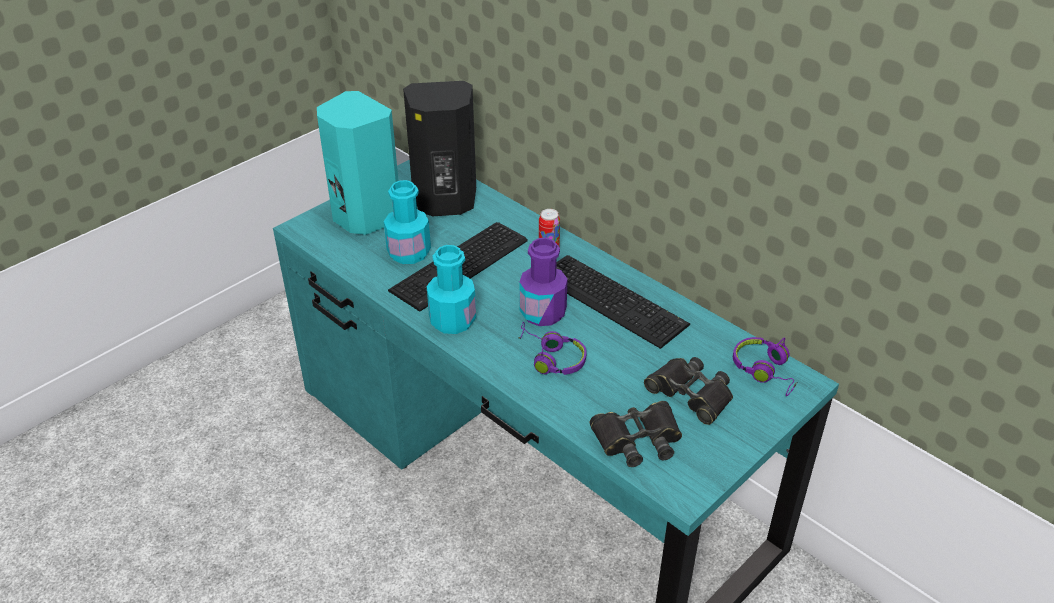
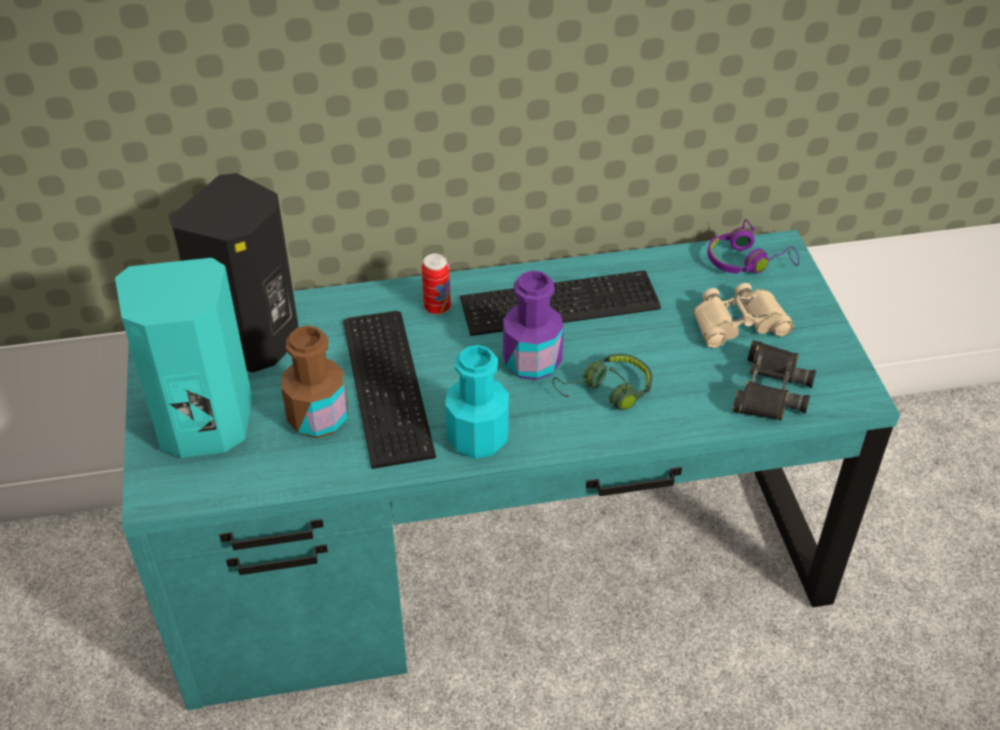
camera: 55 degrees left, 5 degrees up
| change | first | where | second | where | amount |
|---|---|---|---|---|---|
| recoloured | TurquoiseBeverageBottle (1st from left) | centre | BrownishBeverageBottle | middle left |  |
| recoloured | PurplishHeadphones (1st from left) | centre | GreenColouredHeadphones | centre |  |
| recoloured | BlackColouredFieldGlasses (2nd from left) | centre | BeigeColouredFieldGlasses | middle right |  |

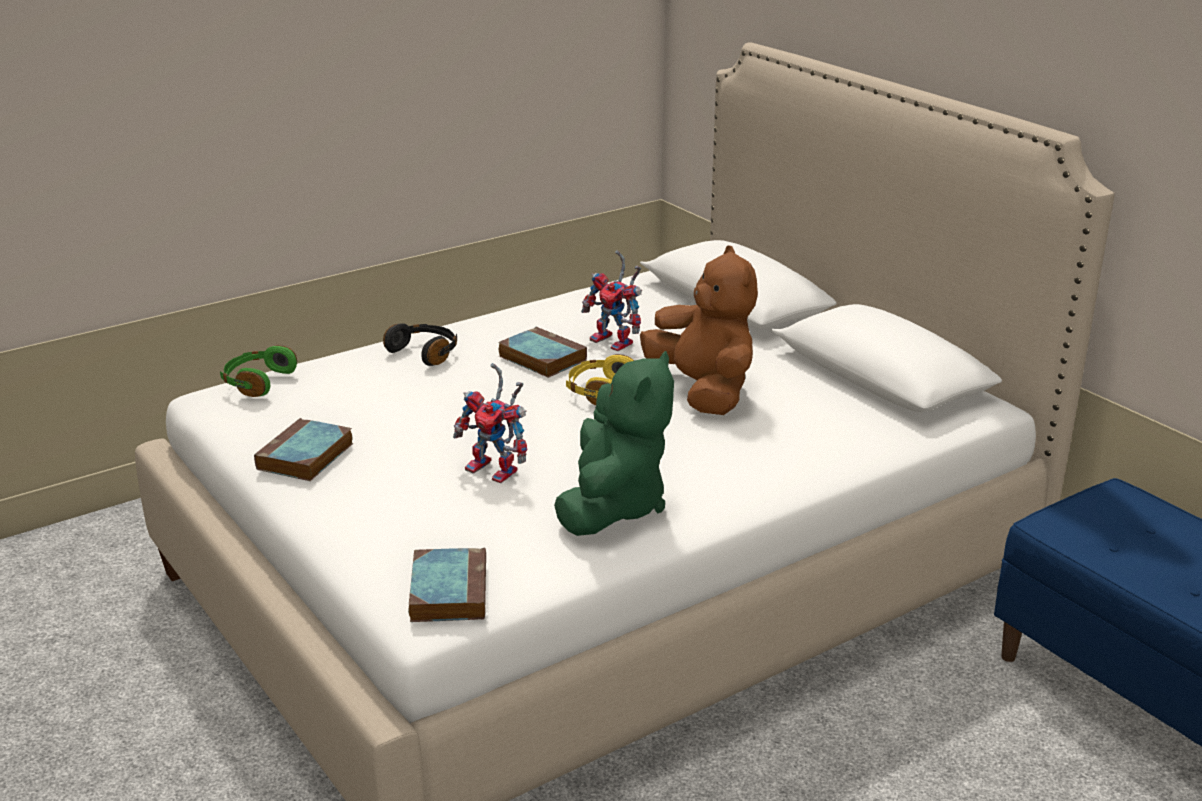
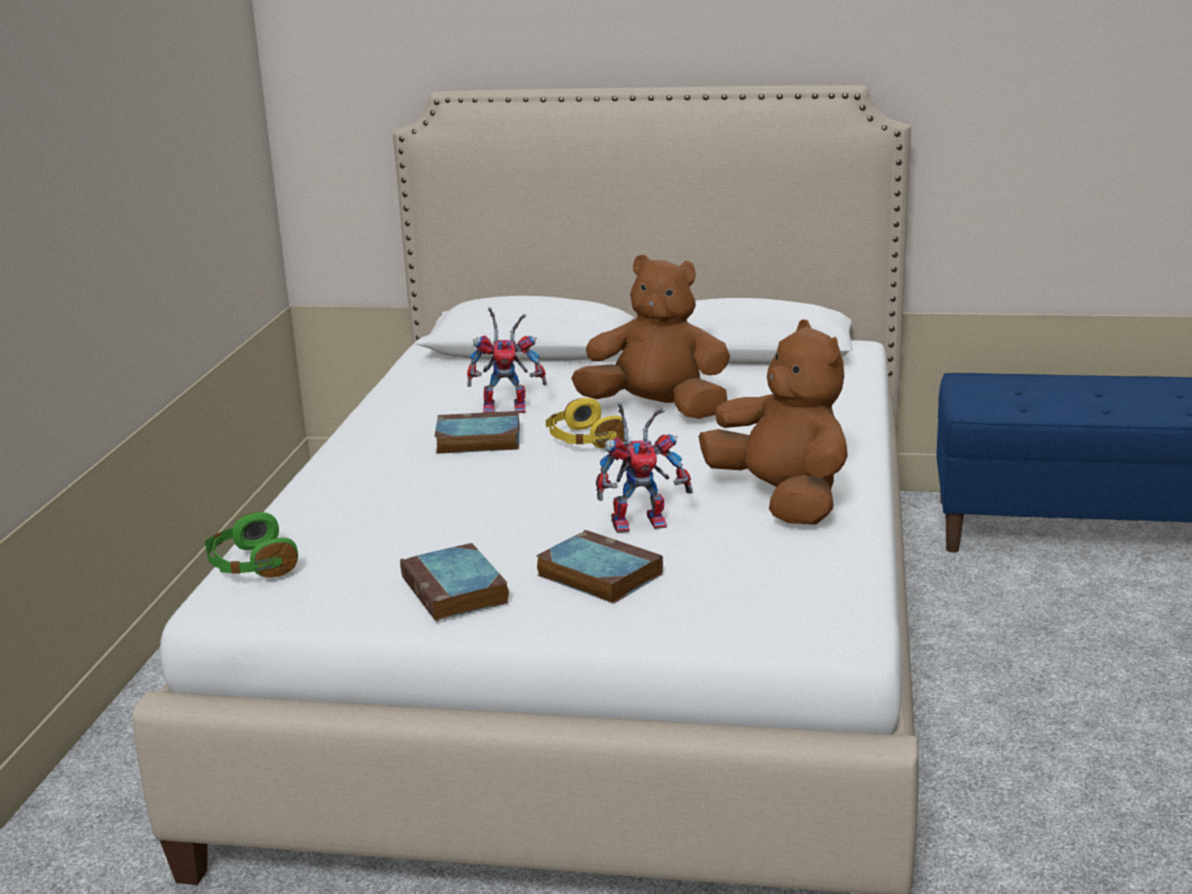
camera: 45 degrees left, 5 degrees down
| change | first | where | second | where | amount |
|---|---|---|---|---|---|
| removed | BlackColouredHeadphones | centre |  |  |  |
| moved | BoundBook (2nd from left in the first image) | bottom centre | BoundBook (3rd from left) | centre |  |
| recoloured | GreenColouredCuddlyToy | centre | BrownishCuddlyToy (2nd from left) | centre |  |

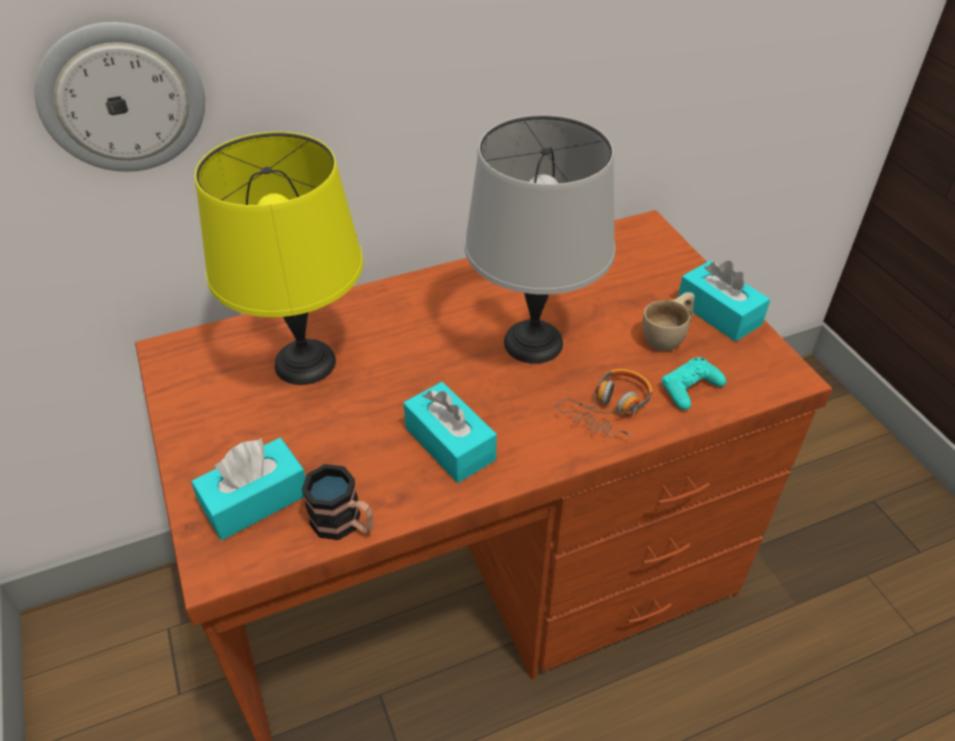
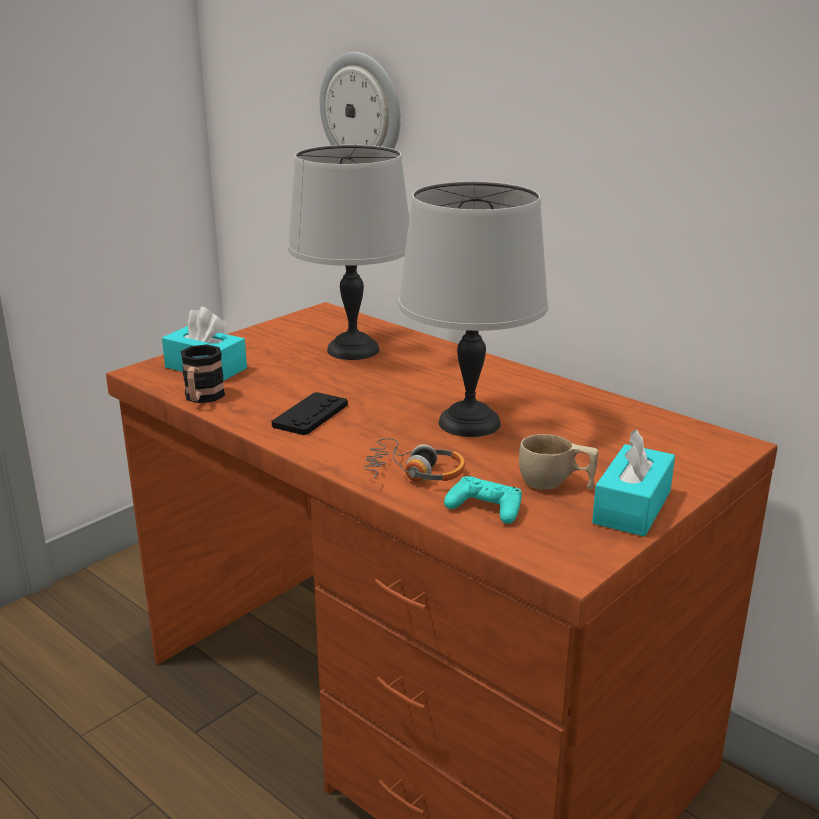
camera: 65 degrees right, 20 degrees down
| change | first | where | second | where | amount |
|---|---|---|---|---|---|
| recoloured | YellowishLampForATable | middle left | GreyishLampForATable (1st from left) | top centre |  |
| replaced | TurquoiseTissueBox (2nd from left) | centre | BlackColouredGamepad | centre |  |

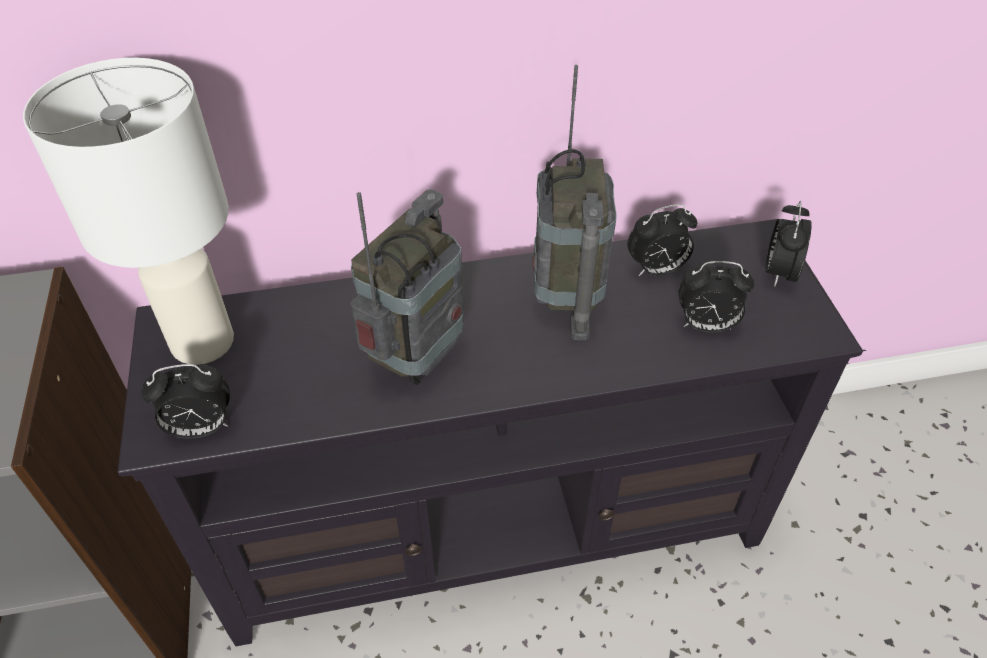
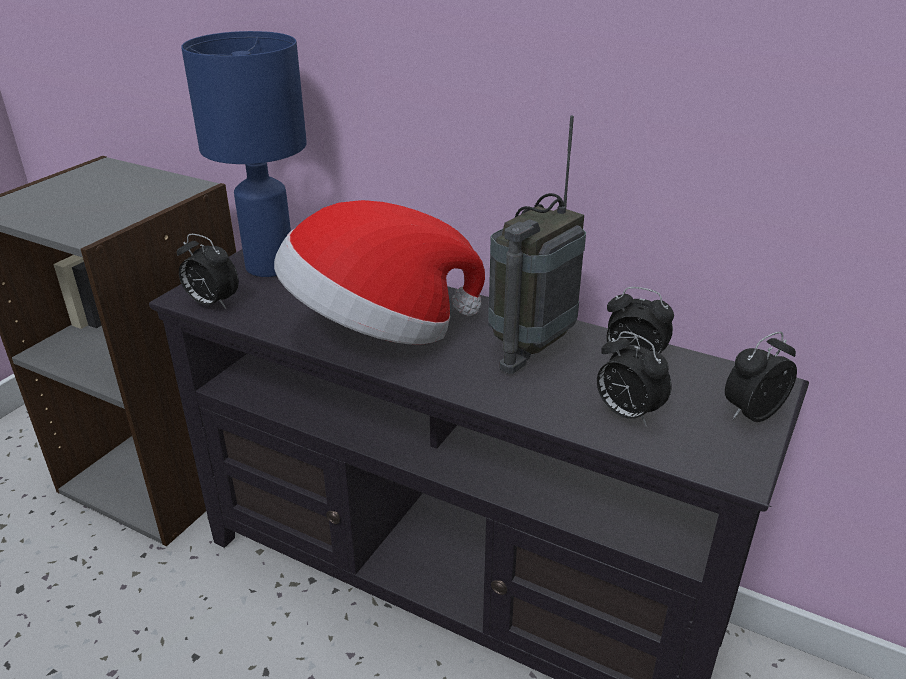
camera: 40 degrees right, 15 degrees down
| change | first | where | second | where | amount |
|---|---|---|---|---|---|
| recoloured | WhiteColouredLampForATable | top left | BluishLampForATable | top left |  |
| replaced | RadioSet (1st from left) | centre | WearableHat | centre |  |

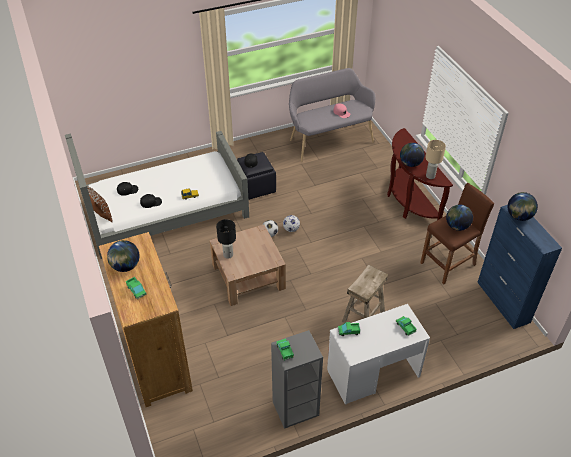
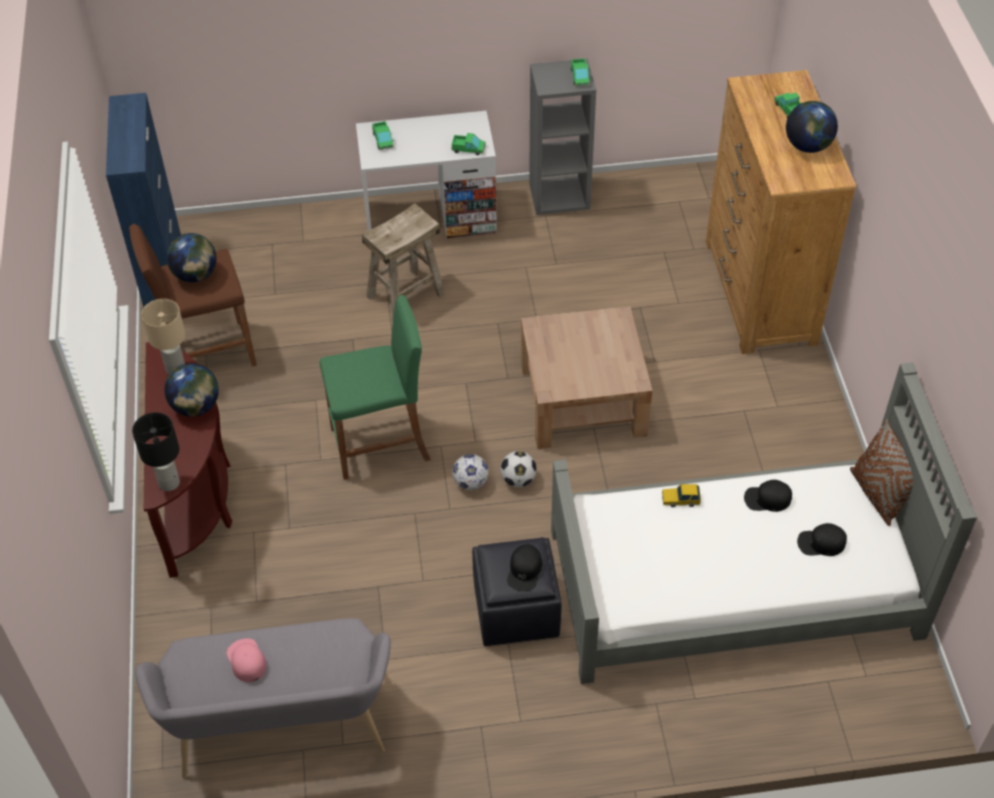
camera: 165 degrees left, 5 degrees up
| change | first | where | second | where | amount |
|---|---|---|---|---|---|
| moved | BlackColouredLampForATable | centre |  | middle left |  |
| removed | DeskGlobe (4th from left) | middle right |  |  |  |
| added |  |  | GreenColouredStoolSeat | centre |  |

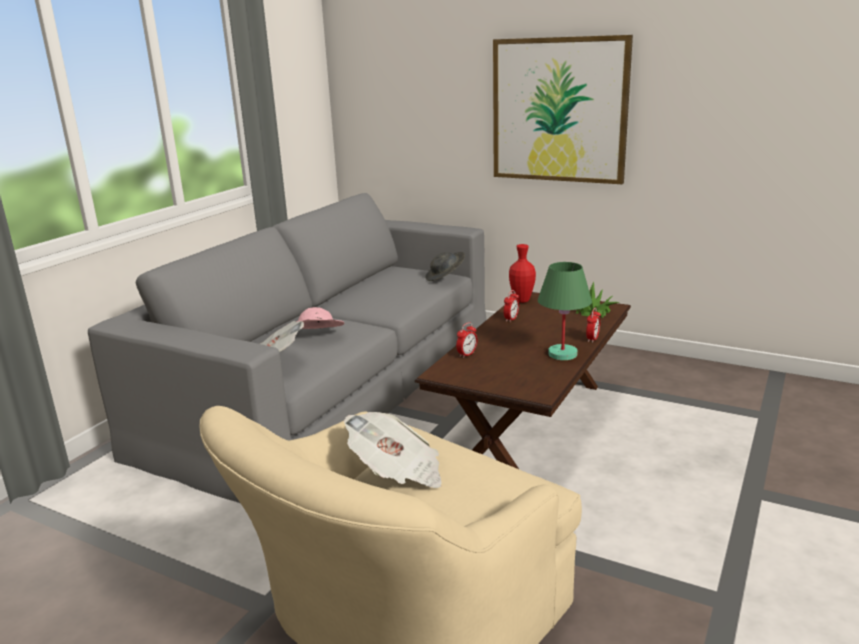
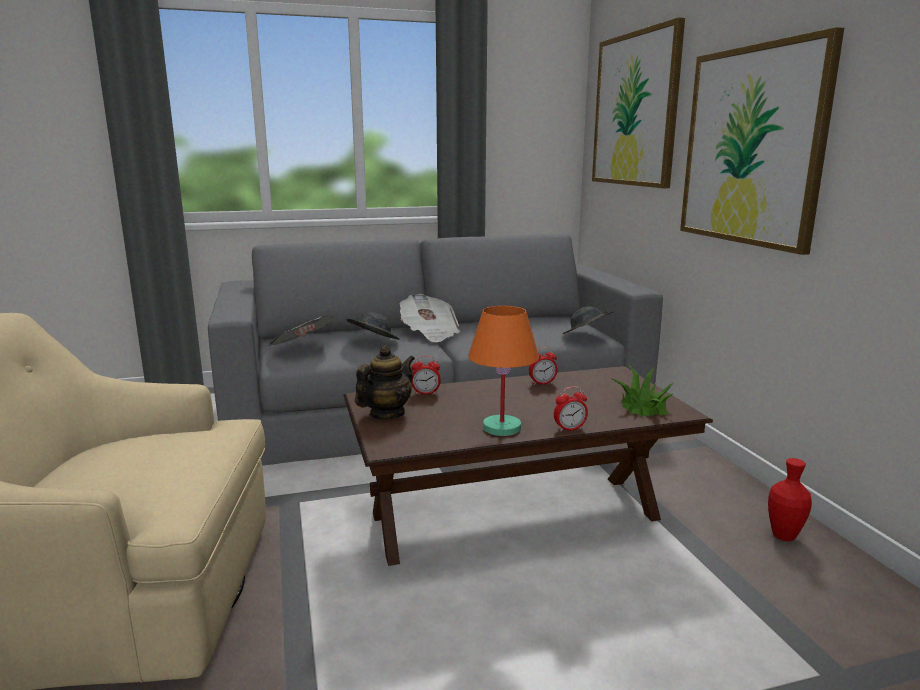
camera: 45 degrees right, 5 degrees down
| change | first | where | second | where | amount |
|---|---|---|---|---|---|
| recoloured | PinkColouredWearableHat | centre | GreyishWearableHat (1st from left) | centre |  |
| moved | Newspaper (2nd from left) | bottom centre |  | centre |  |
| moved | ReddishVase | centre |  | bottom right |  |
| recoloured | GreenColouredLampForATable | centre | OrangeColouredLampForATable | centre |  |
| added |  |  | Teapot | centre |  |
| added |  |  | WallArt (1st from left) | top right |  |

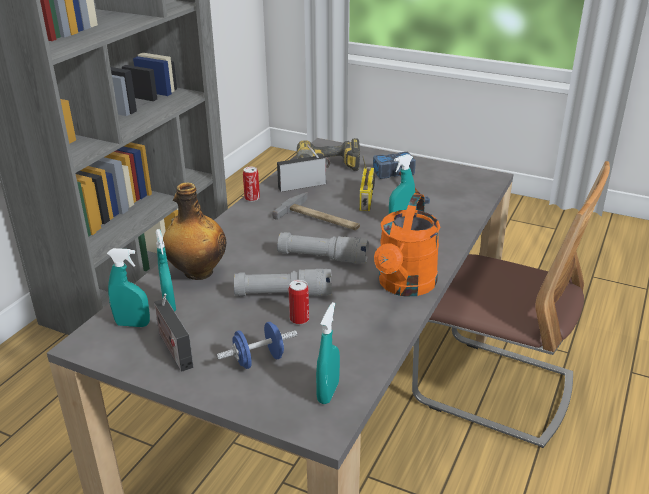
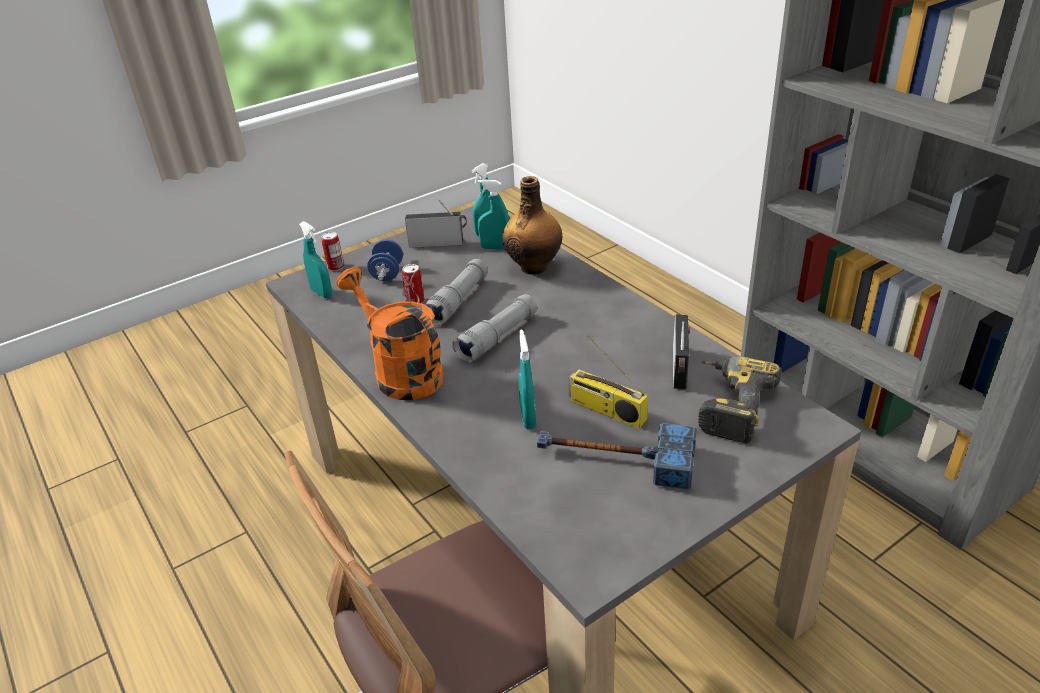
camera: 120 degrees right, 5 degrees up
| change | first | where | second | where | amount |
|---|---|---|---|---|---|
| moved | MetalCan (1st from left) | centre |  | middle left |  |
| removed | Hammer (1st from left) | centre |  |  |  |

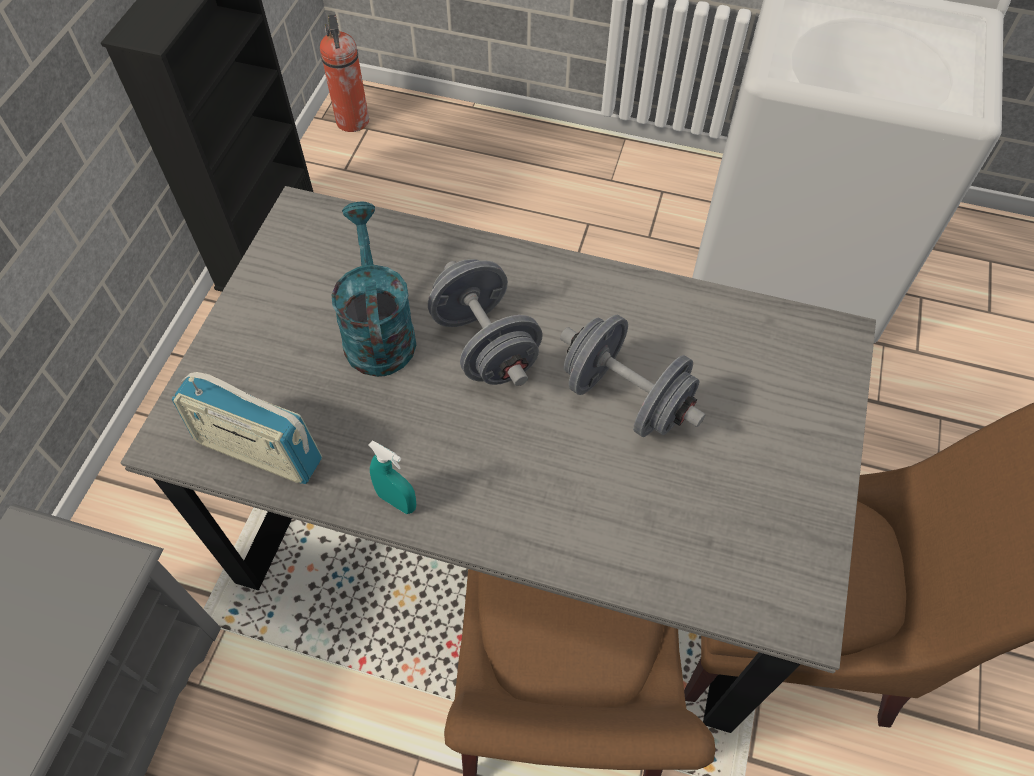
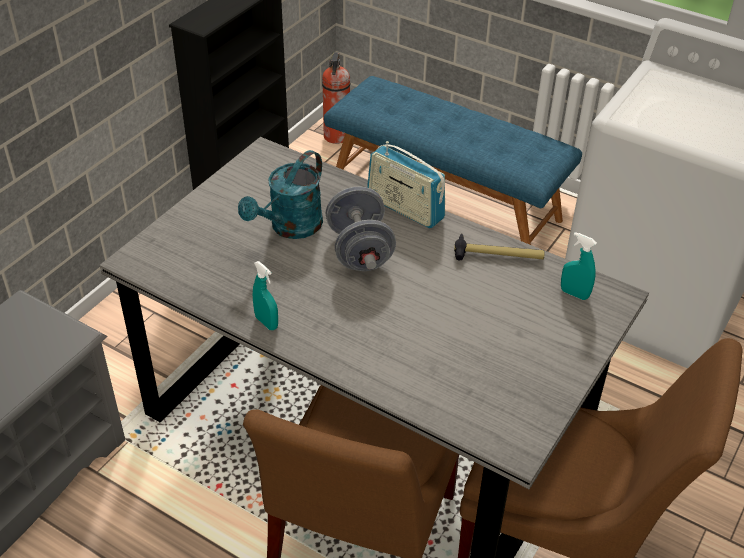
camera: 15 degrees right, 15 degrees down
| change | first | where | second | where | amount |
|---|---|---|---|---|---|
| moved | RadioSet | middle left |  | top centre |  |
| turned | TurquoiseWateringPot | centre |  | centre | 150 degrees counterclockwise |
| removed | GreyishHandWeight (2nd from left) | centre |  |  |  |
| added |  |  | BluishIndoorBench | top centre |  |
| added |  |  | Hammer | middle right |  |
| added |  |  | TurquoiseSprayBottle (2nd from left) | middle right |  |

